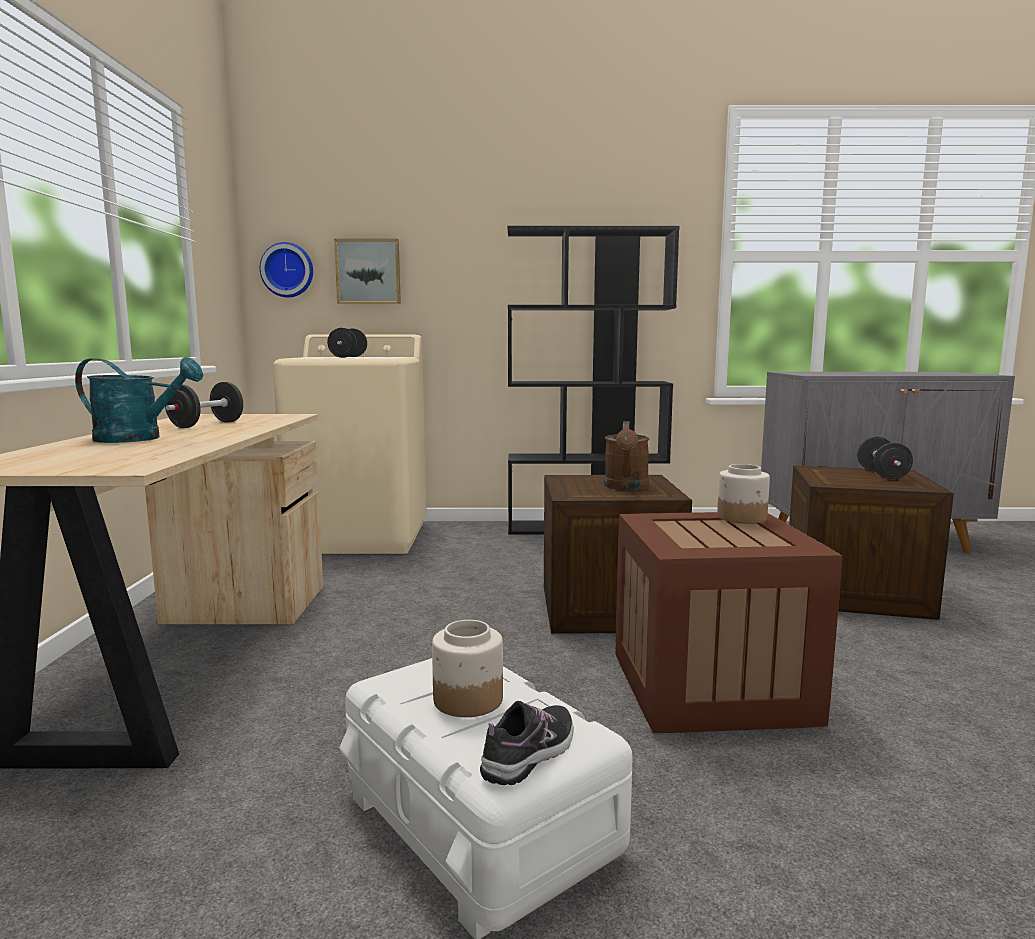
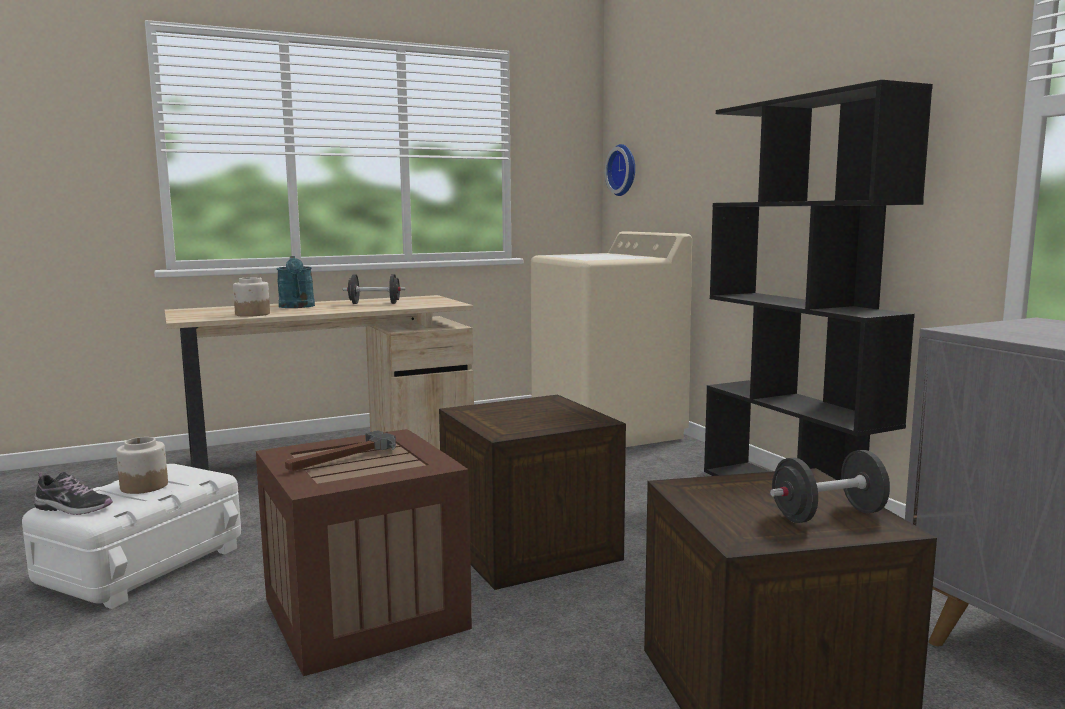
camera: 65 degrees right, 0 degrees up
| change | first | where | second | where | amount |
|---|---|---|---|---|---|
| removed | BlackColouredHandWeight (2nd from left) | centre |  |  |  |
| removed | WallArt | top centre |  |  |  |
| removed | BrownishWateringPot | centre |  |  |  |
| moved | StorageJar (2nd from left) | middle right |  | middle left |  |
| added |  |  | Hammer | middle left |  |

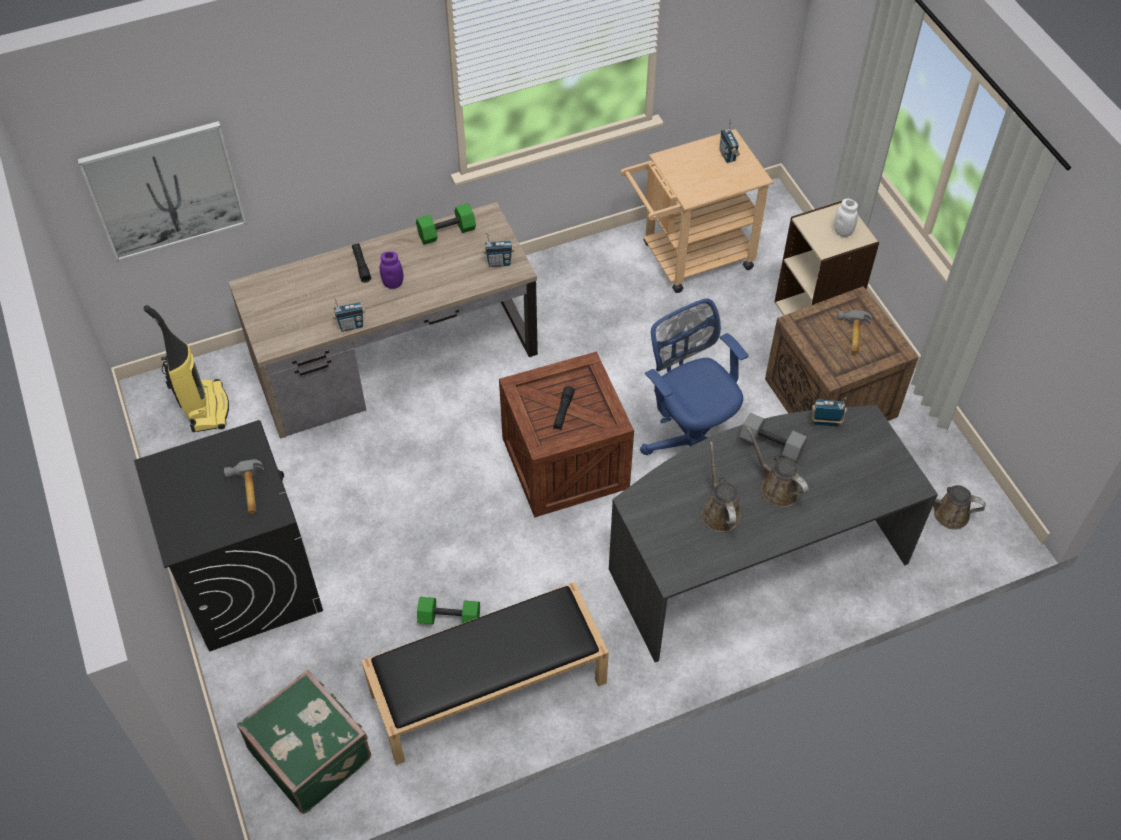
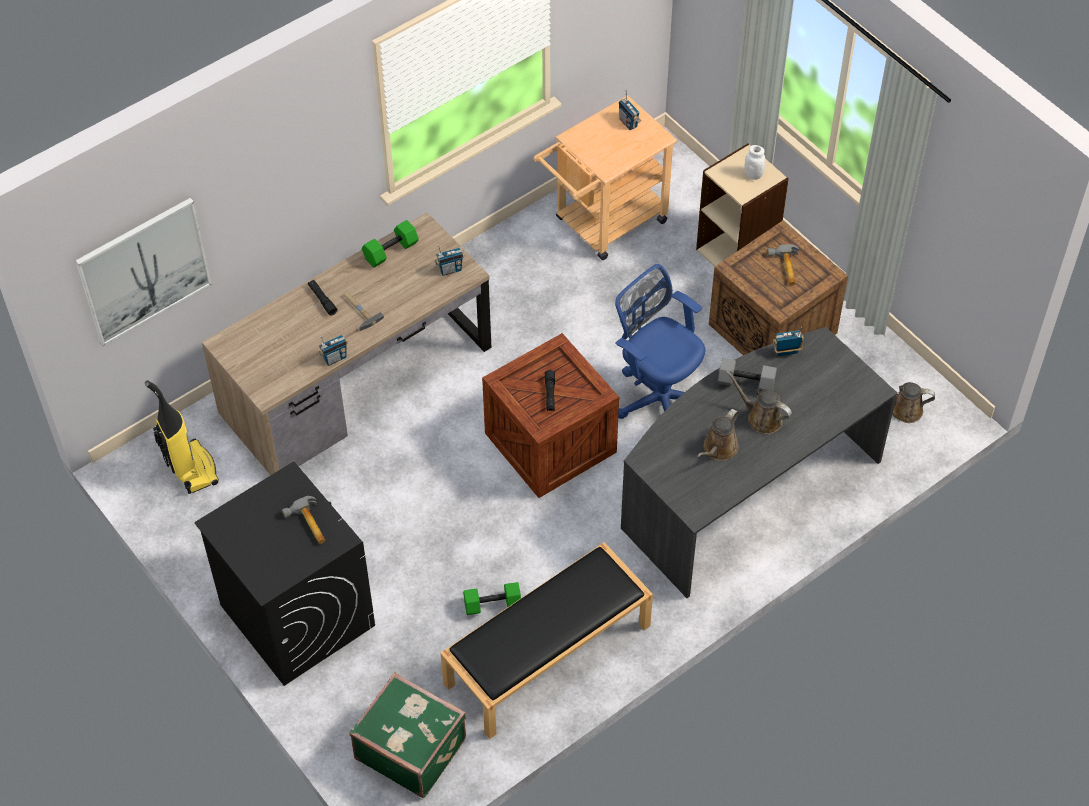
camera: 15 degrees left, 0 degrees up
| change | first | where | second | where | amount |
|---|---|---|---|---|---|
| replaced | PurplishStorageJar | top centre | Hammer (2nd from left) | centre |  |
| turned | BrownishWateringPot (1st from left) | centre |  | centre | 120 degrees counterclockwise |

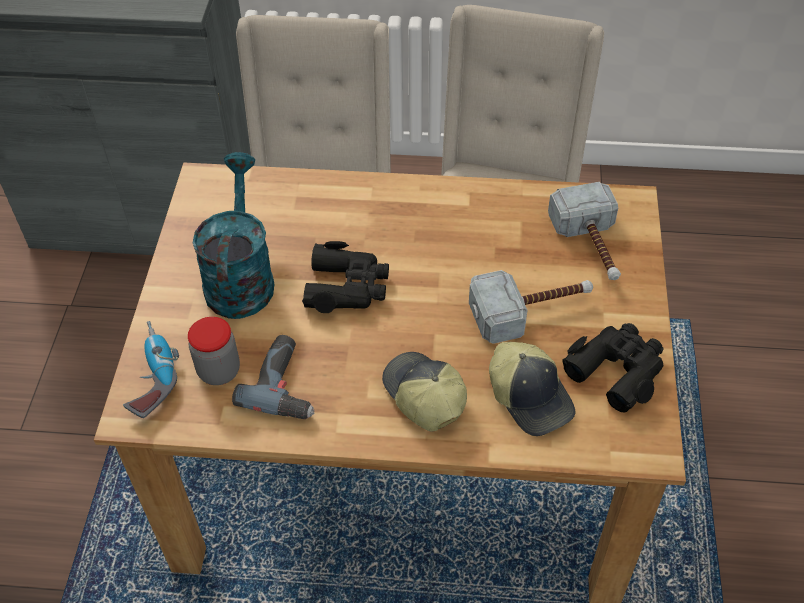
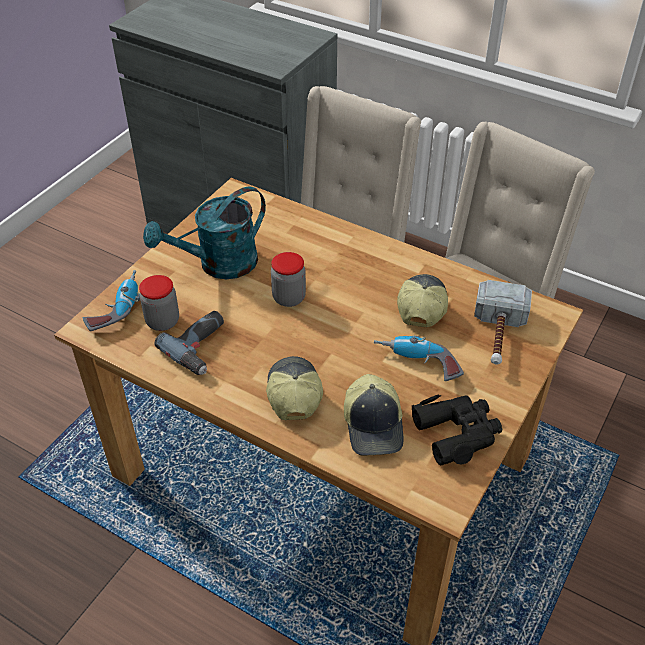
camera: 25 degrees right, 5 degrees down
| change | first | where | second | where | amount |
|---|---|---|---|---|---|
| turned | TurquoiseWateringPot | middle left |  | middle left | 150 degrees counterclockwise |
| replaced | BlackColouredFieldGlasses (1st from left) | centre | StorageJar (2nd from left) | centre |  |
| replaced | Hammer (1st from left) | centre | PowerDrill (3rd from left) | centre |  |
| added |  |  | PeakedCap (3rd from left) | centre |  |

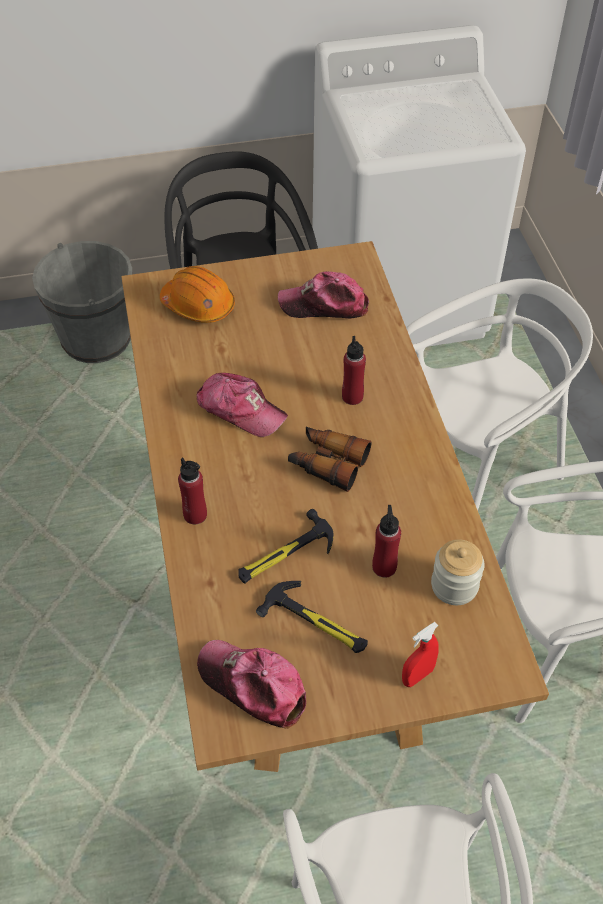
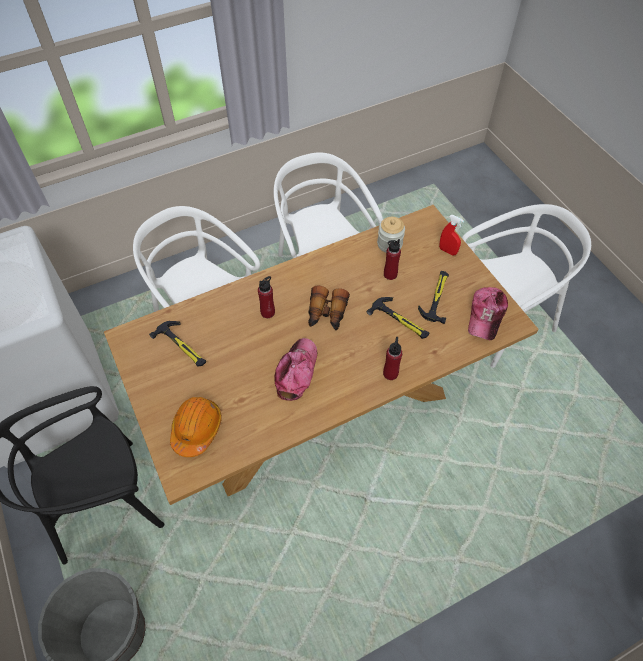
camera: 105 degrees left, 5 degrees up
| change | first | where | second | where | amount |
|---|---|---|---|---|---|
| replaced | PeakedCap (3rd from left) | top centre | Hammer (1st from left) | middle left |  |

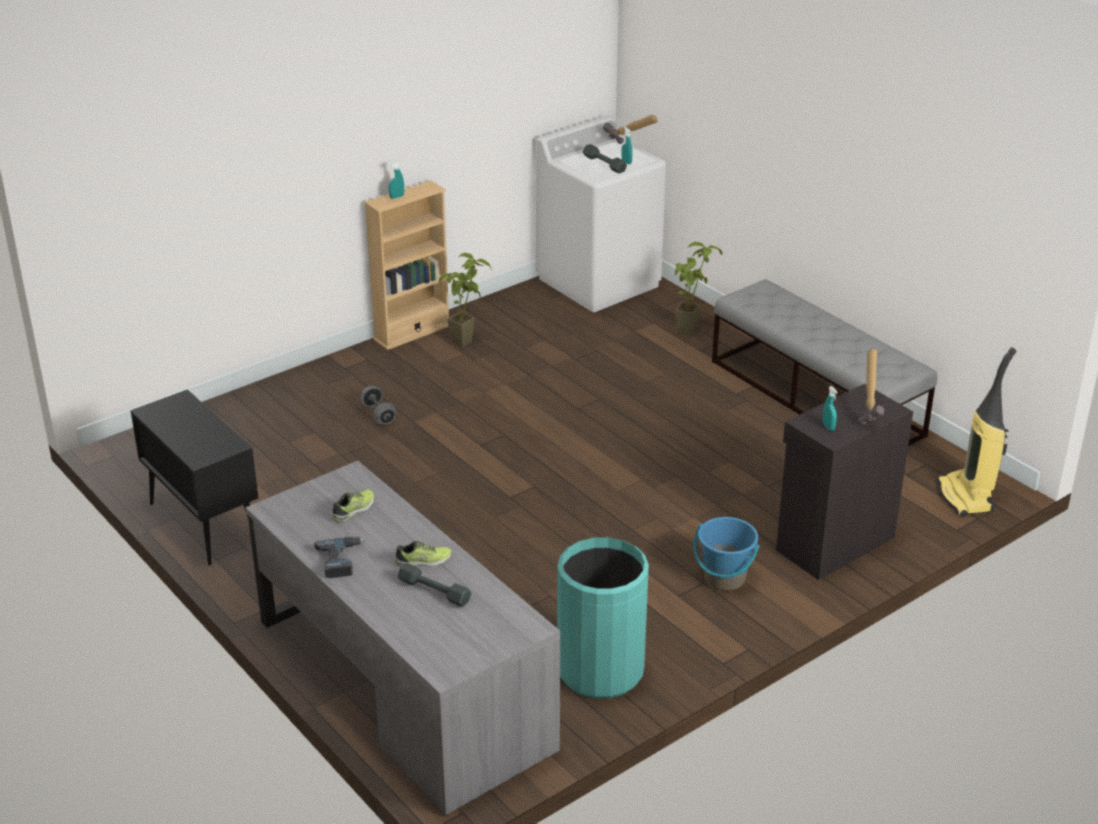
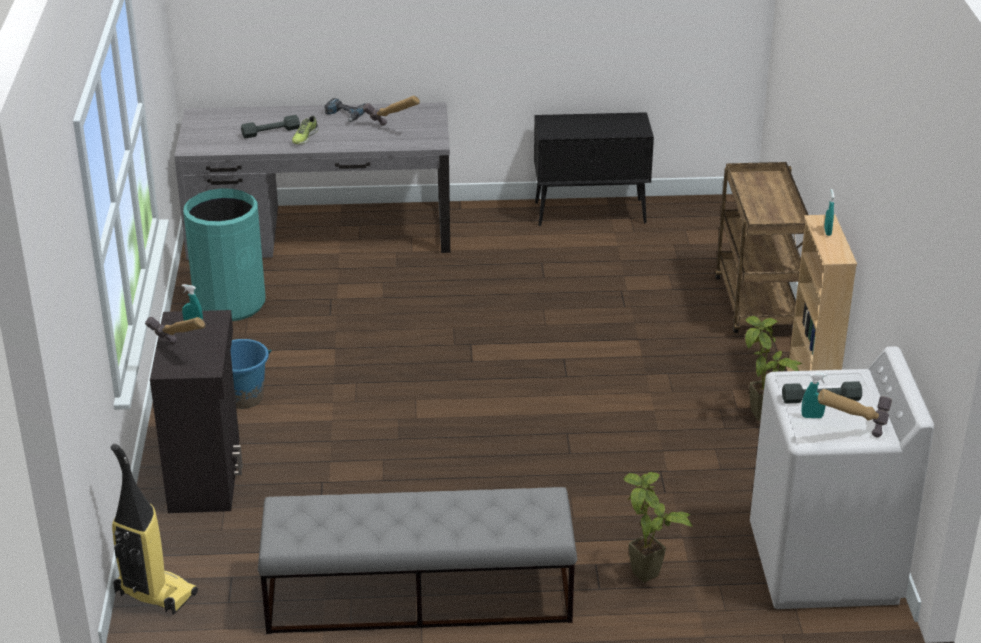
camera: 125 degrees right, 0 degrees up
| change | first | where | second | where | amount |
|---|---|---|---|---|---|
| replaced | Shoe (1st from left) | middle left | Hammer (2nd from left) | top centre |  |
| removed | GreyishHandWeight (1st from left) | centre |  |  |  |
| added |  |  | BrownishTrolley | middle right |  |

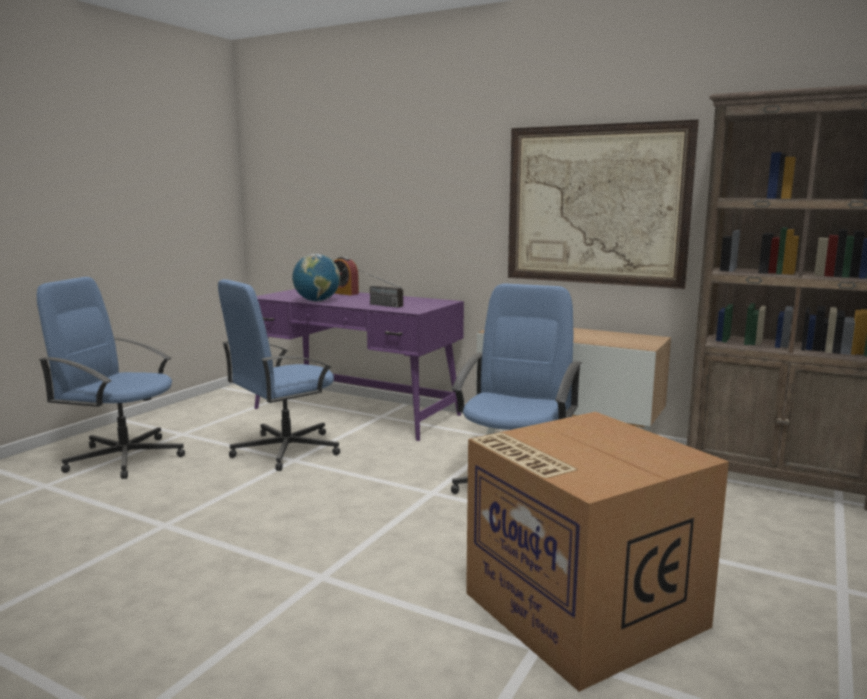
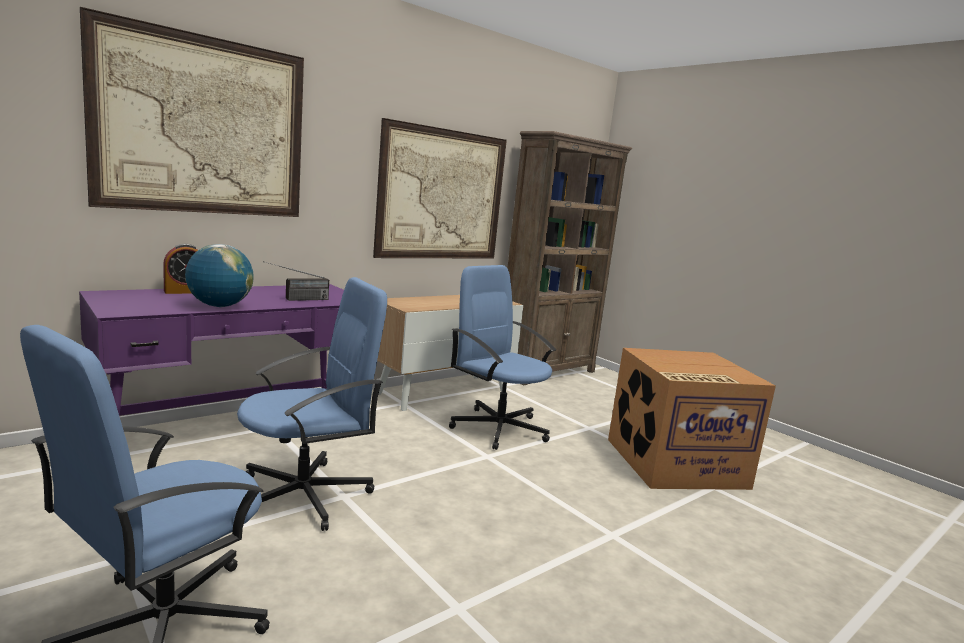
camera: 70 degrees left, 0 degrees up
| change | first | where | second | where | amount |
|---|---|---|---|---|---|
| turned | BluishComputerChair (2nd from left) | middle left |  | middle left | 105 degrees counterclockwise |
| added |  |  | WallArt (1st from left) | top left |  |

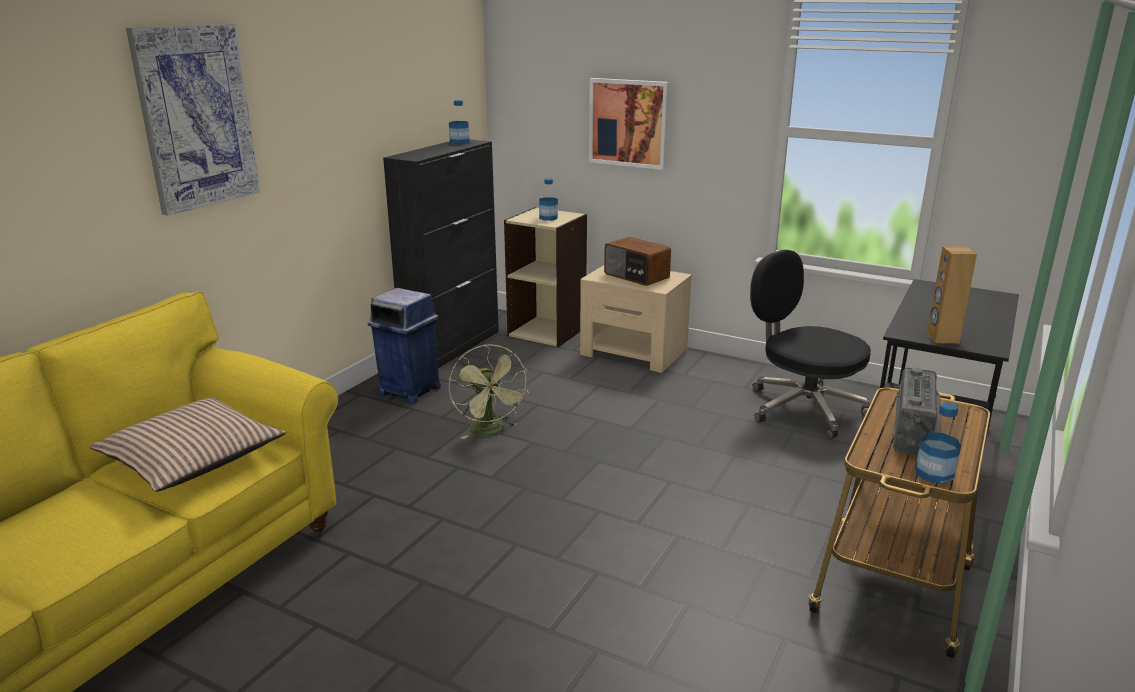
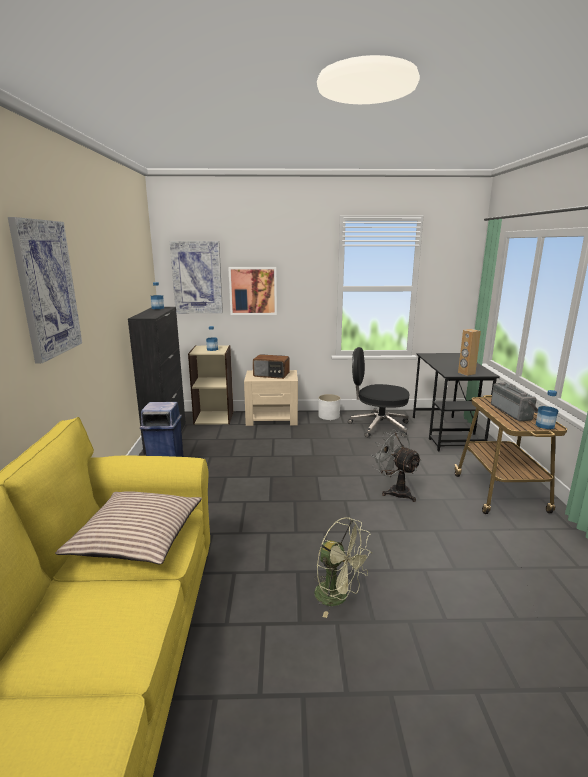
camera: 30 degrees left, 5 degrees down
| change | first | where | second | where | amount |
|---|---|---|---|---|---|
| moved | GreenColouredFan | centre |  | bottom centre |  |
| added |  |  | WallArt (2nd from left) | centre |  |
| added |  |  | WhiteColouredPlantPot | centre |  |
| added |  |  | GreyishFan | middle right |  |

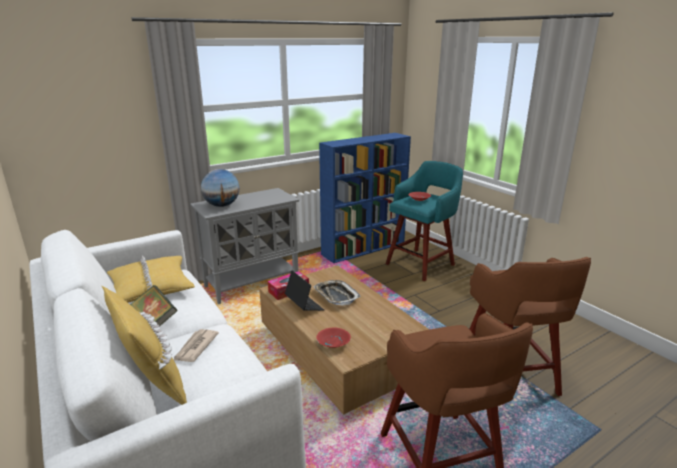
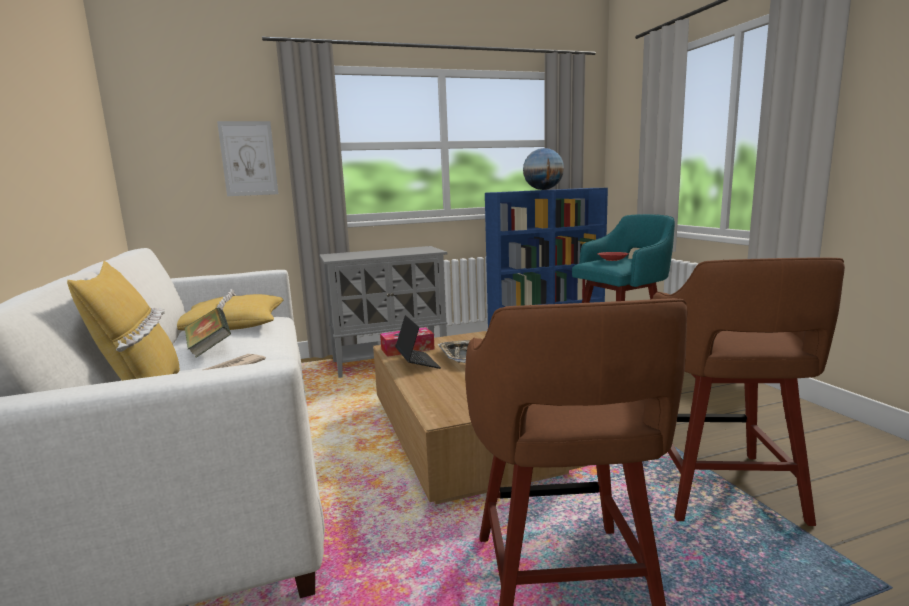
camera: 15 degrees right, 10 degrees down
| change | first | where | second | where | amount |
|---|---|---|---|---|---|
| moved | DeskGlobe | middle left |  | top centre |  |
| removed | ReddishDeepDish (1st from left) | bottom centre |  |  |  |
| added |  |  | WallArt | top left |  |

